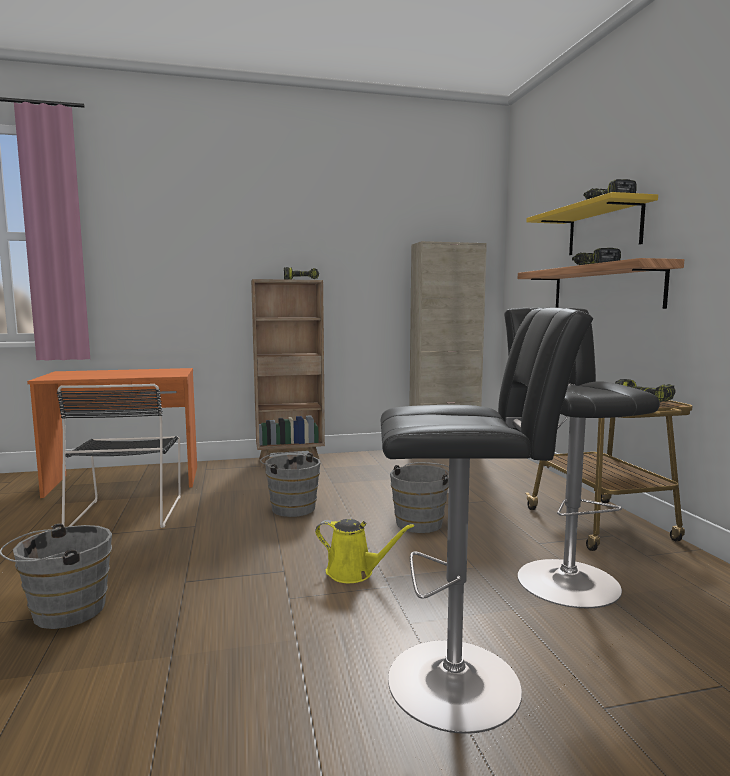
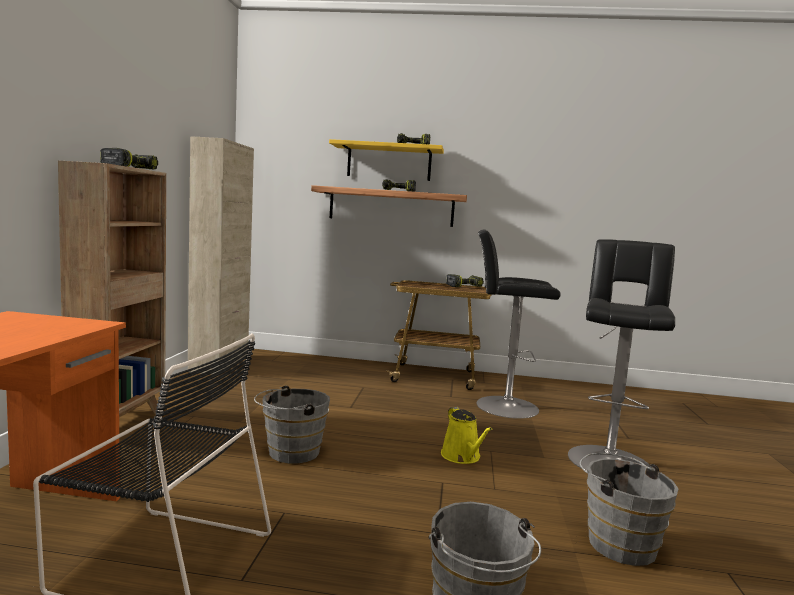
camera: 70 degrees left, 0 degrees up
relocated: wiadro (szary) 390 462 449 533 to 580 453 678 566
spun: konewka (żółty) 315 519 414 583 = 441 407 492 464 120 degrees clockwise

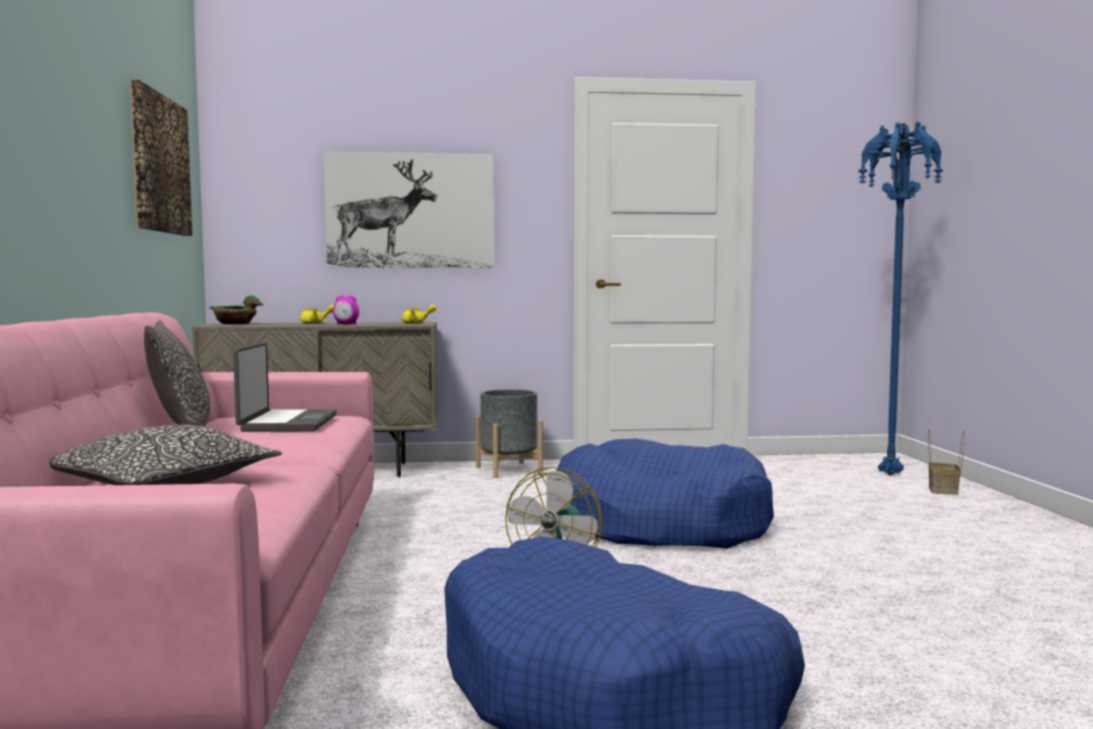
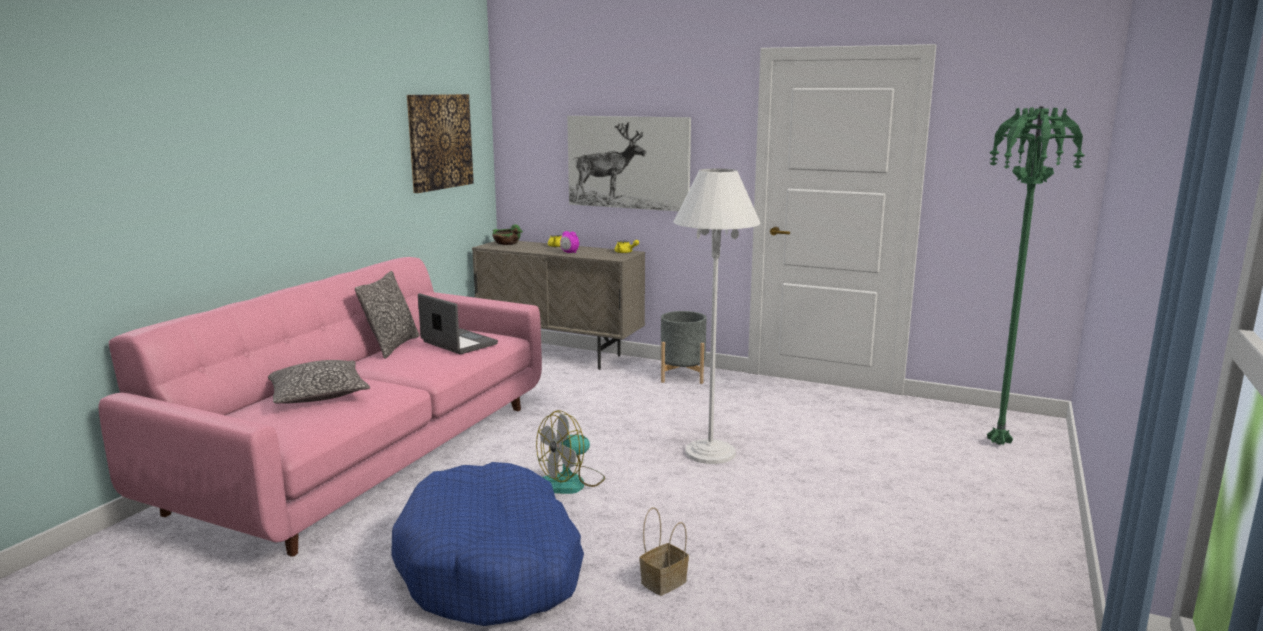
camera: 30 degrees right, 10 degrees up
relocated: koszyk 928 429 965 495 to 639 507 689 596
exchanged: legowisko (niebieski) 556 438 774 549 to lampa stojąca (biały) 673 169 760 464
colour: lampa stojąca (niebieski) 858 122 943 475 to lampa stojąca (zielony) 987 106 1085 445
spun: laptop 233 343 337 432 = 418 293 498 354 75 degrees counterclockwise

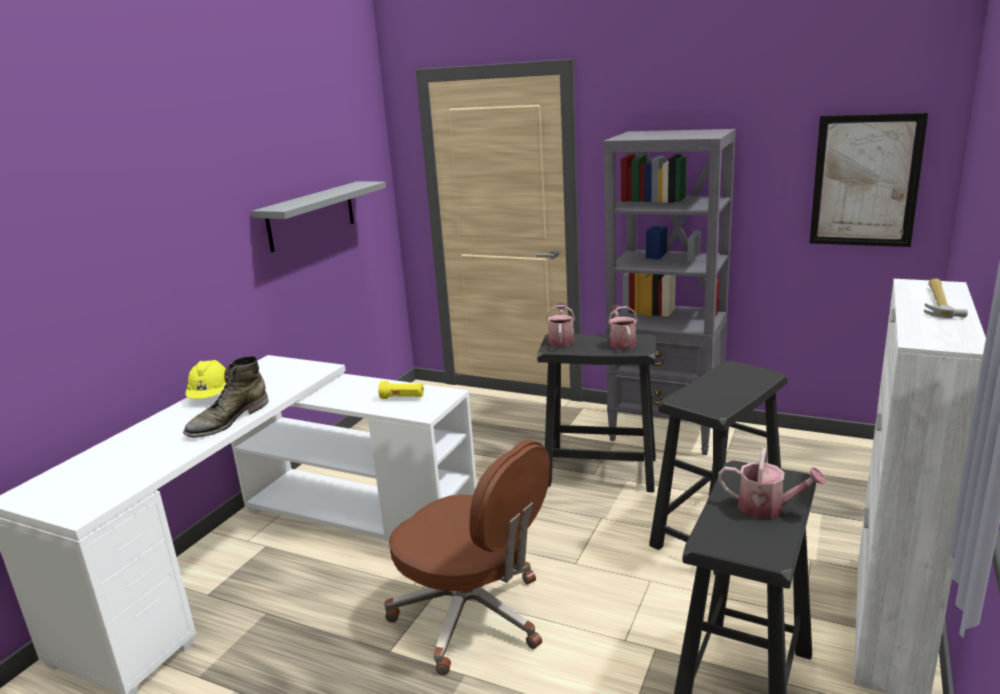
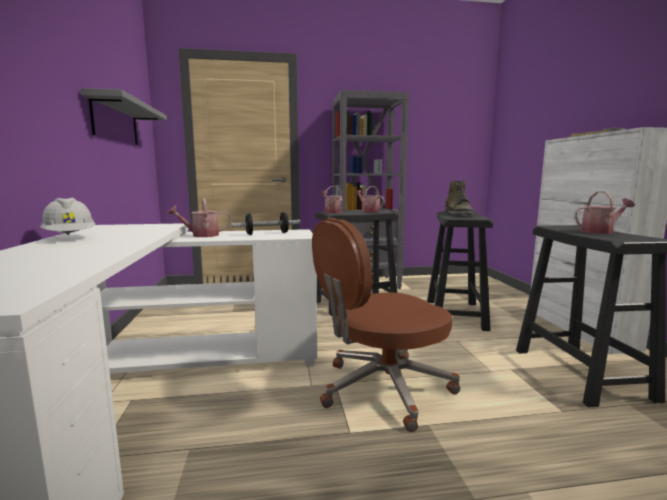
camera: 35 degrees left, 10 degrees down
missing: obraz 810 112 928 247
appeared: konewka 167 198 231 237
relocated: but z cholewką (zielony) 183 356 269 438 to 444 180 474 215
exchanged: latarka (żółty) 378 381 424 399 to hantel 231 212 300 235
colour: kask (żółty) 186 360 228 399 to kask (biały) 40 198 96 235
spun: krzesło biurowe (brązowy) 384 439 550 675 = 312 218 460 432 150 degrees clockwise

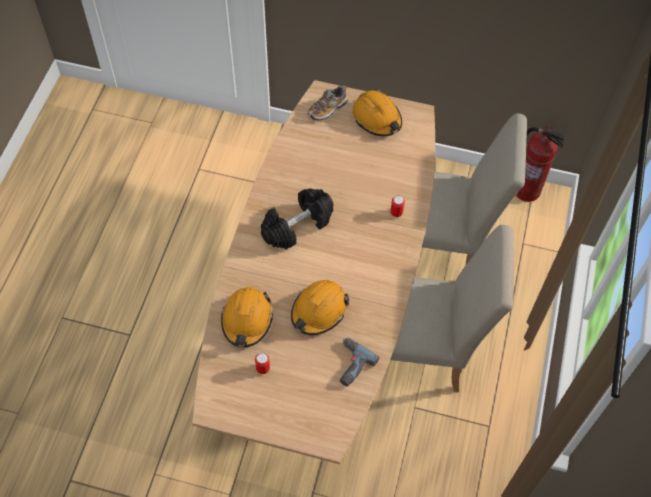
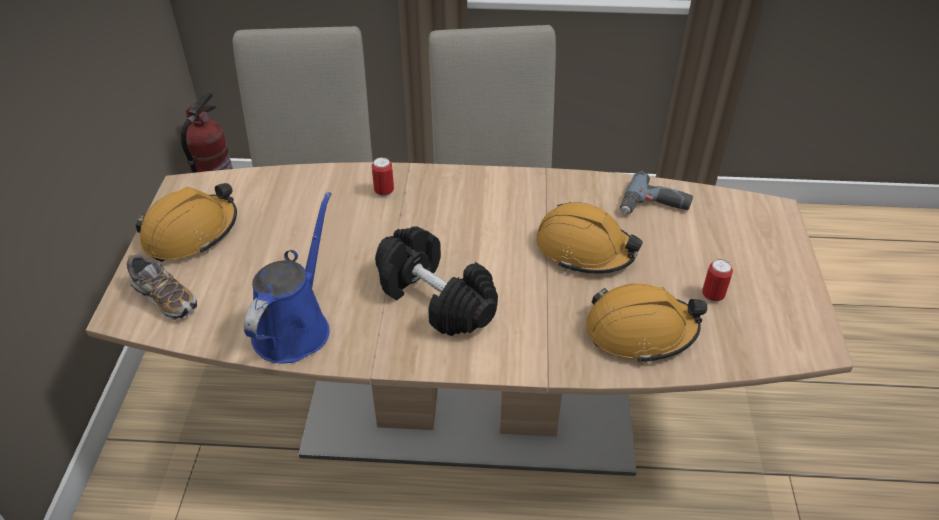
camera: 100 degrees left, 15 degrees down
appeared: konewka (niebieski) 244 192 331 364

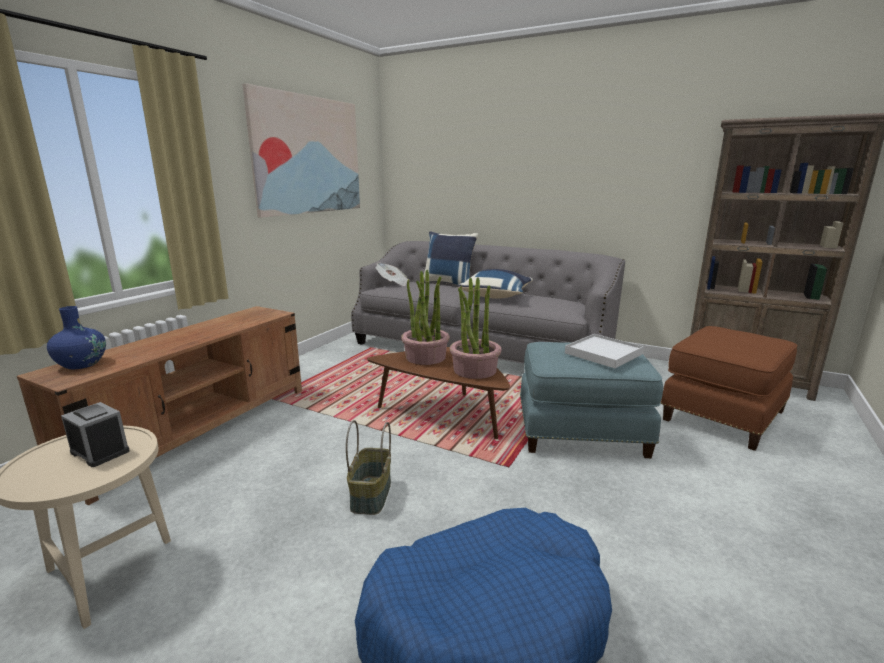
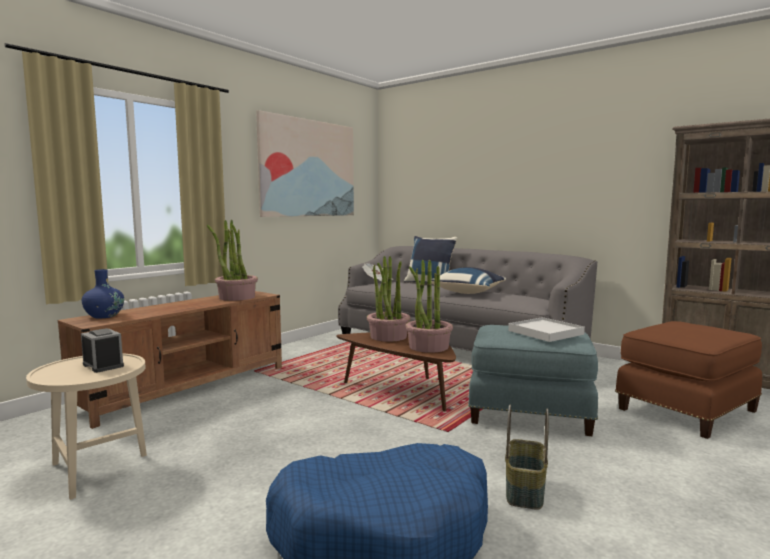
camera: 10 degrees right, 10 degrees down
appeared: roślina doniczkowa 207 220 258 301
relocated: koszyk 346 420 391 515 to 505 405 549 510

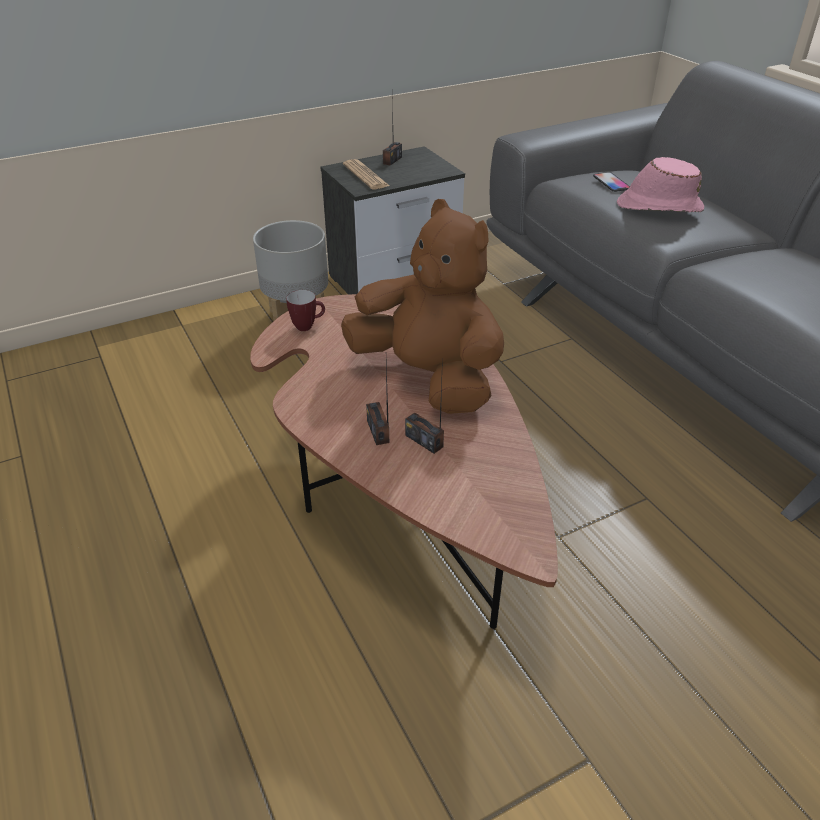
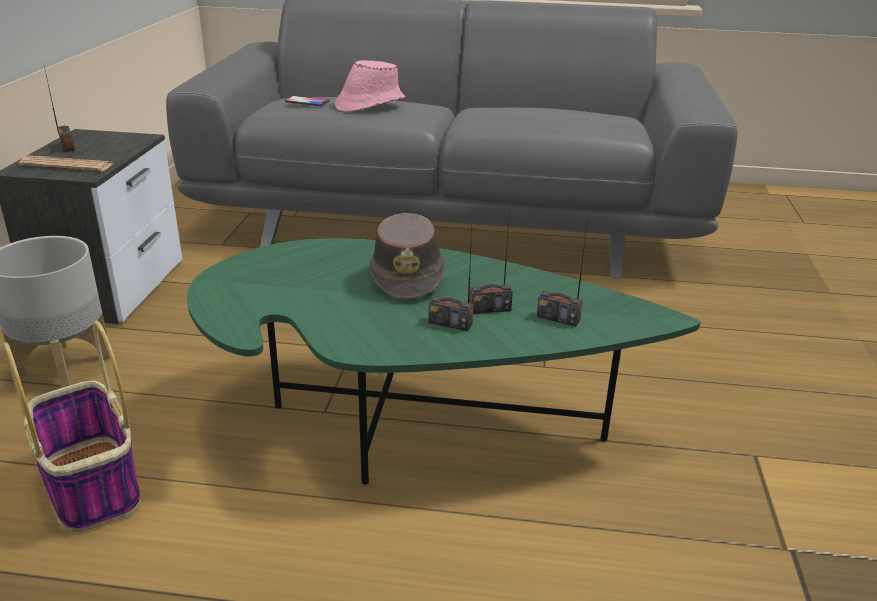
camera: 55 degrees left, 10 degrees down
missing: kubek 286 290 325 331
appeared: koszyk 4 321 141 532; radio 537 217 588 327
exchanged: pluszak (brązowy) 341 199 504 414 to kapelusz (brązowy) 369 213 445 300
colour: ława (brązowy) 250 294 558 629 to ława (zielony) 187 238 701 485

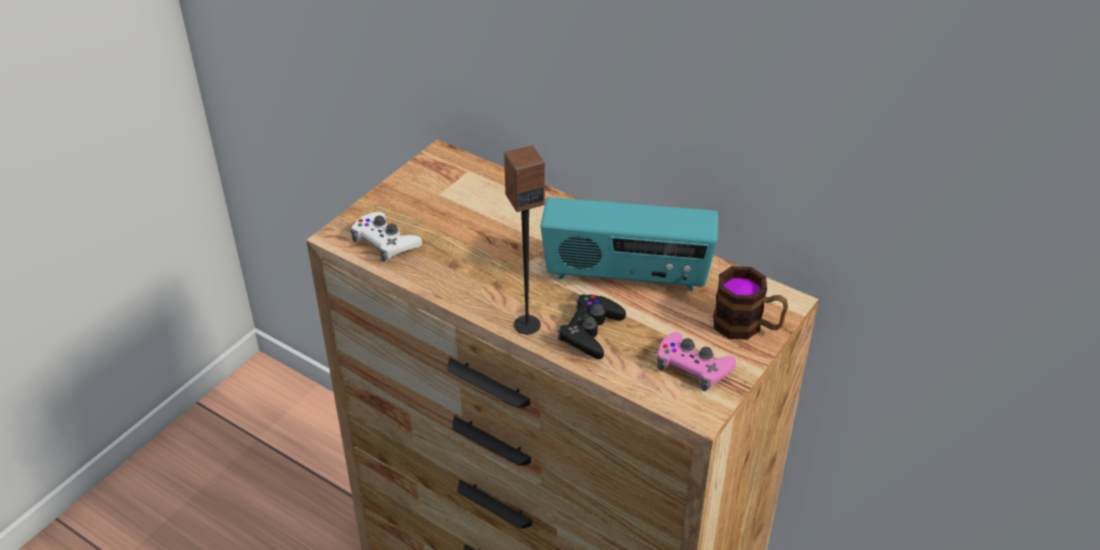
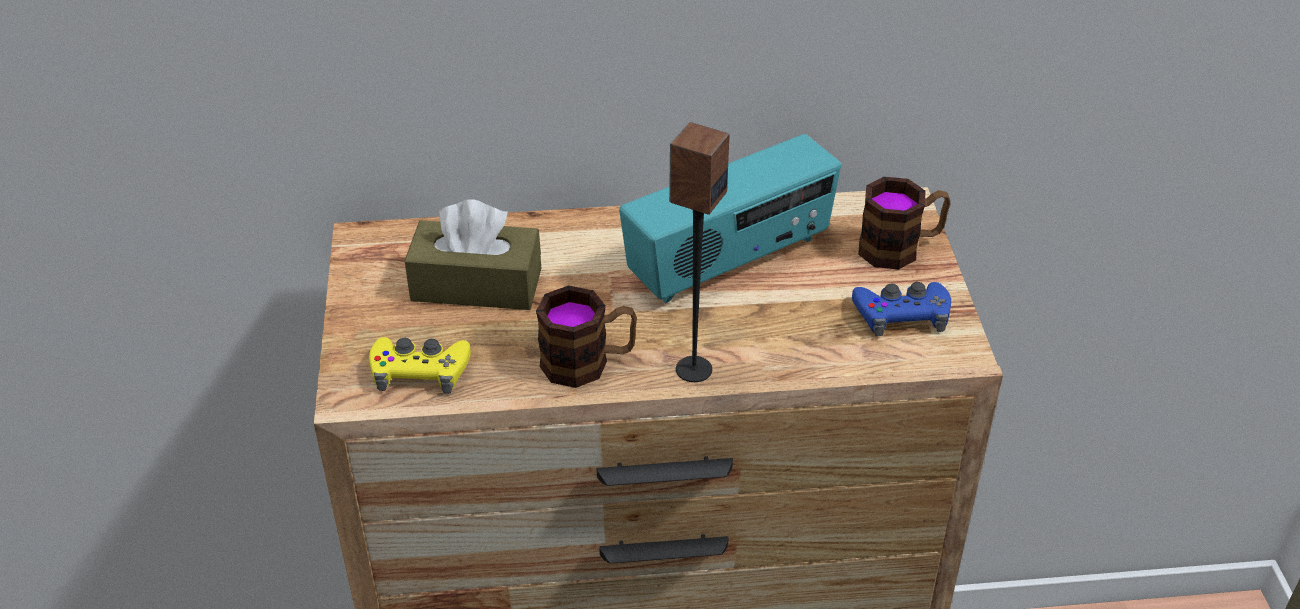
camera: 40 degrees left, 0 degrees up
missing: pad do gier (czarny) 557 294 626 359
appeared: pudełko chusteczek (brązowy) 405 199 541 310; kubek 536 286 637 388
colour: pad do gier (biały) 350 212 422 262 to pad do gier (żółty) 369 337 471 394; pad do gier (różowy) 657 332 736 391 to pad do gier (niebieski) 852 282 951 336

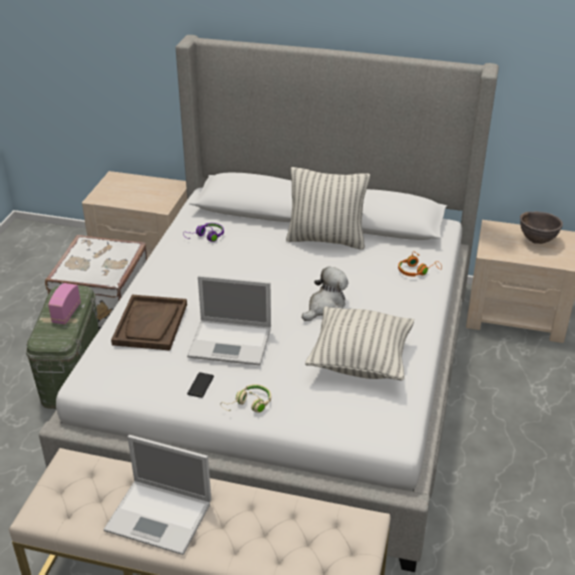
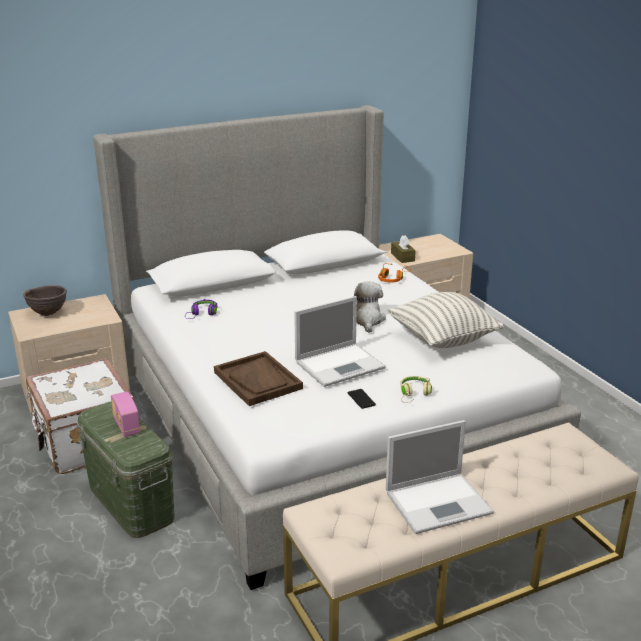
camera: 40 degrees left, 10 degrees down
missing: poduszka 286 167 370 249
appeared: pudełko chusteczek (brązowy) 391 235 416 263
relocated: miska (brązowy) 520 212 563 244 to 23 285 67 316

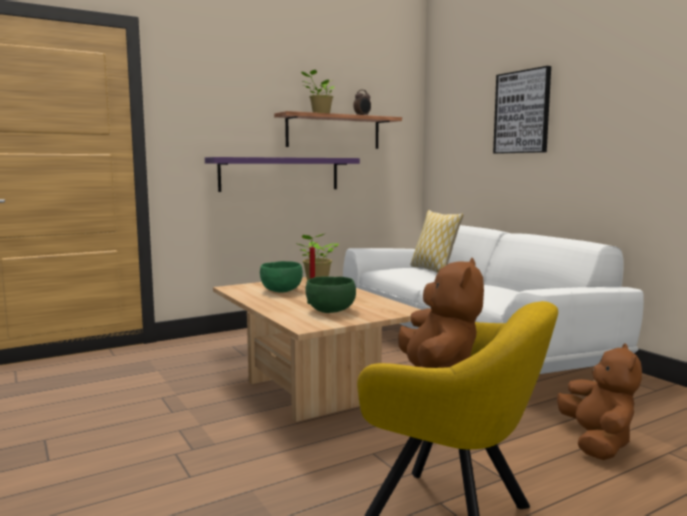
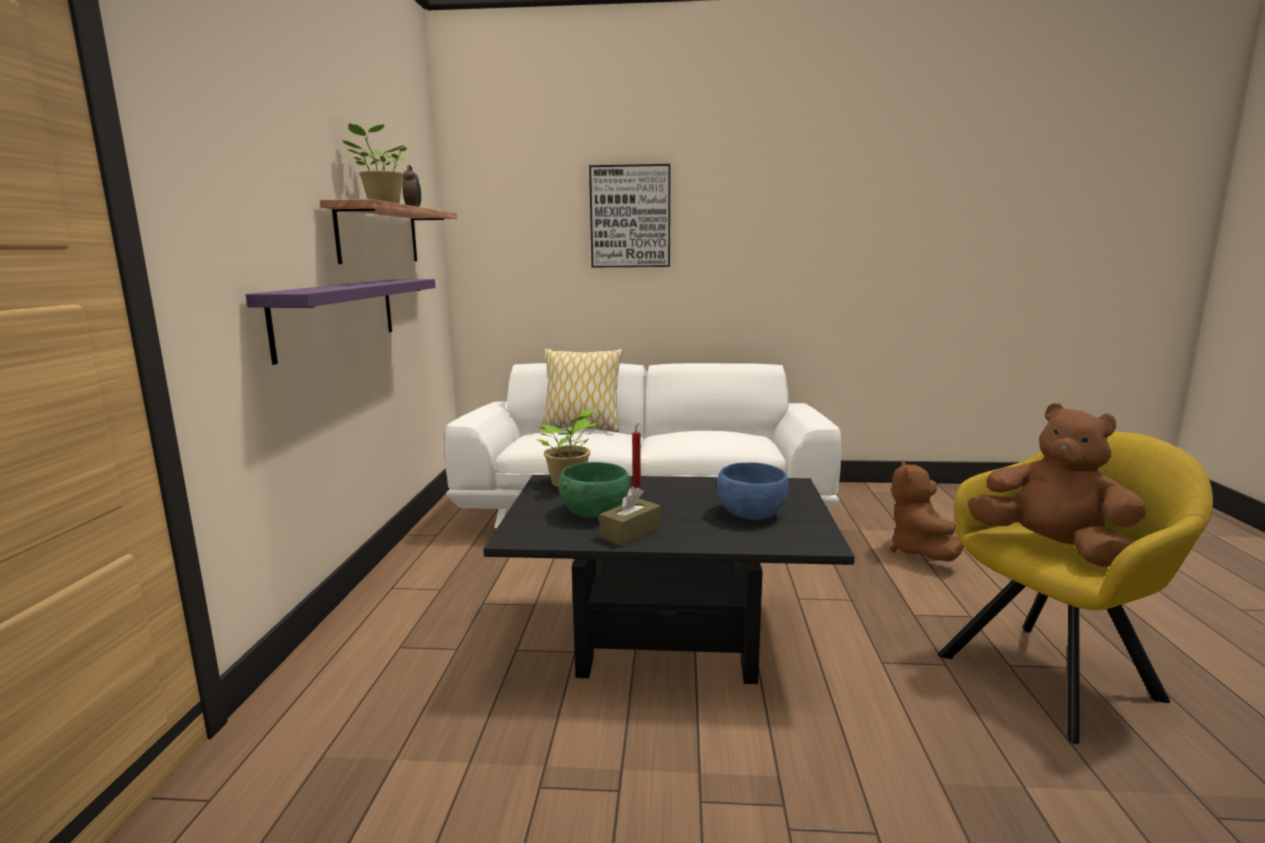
camera: 55 degrees left, 5 degrees up
appeared: pudełko chusteczek (brązowy) 599 487 661 546
colour: ława (beżowy) 213 277 421 422 to ława (czarny) 483 475 855 684; miska (zielony) 305 276 356 313 to miska (niebieski) 715 462 789 520
spun: pluszak (brązowy) 557 343 642 460 = 891 460 964 561 120 degrees counterclockwise

